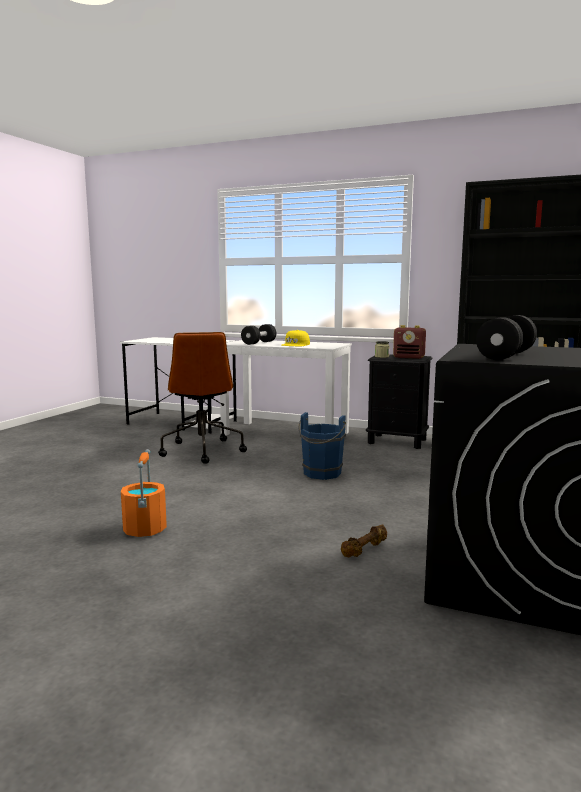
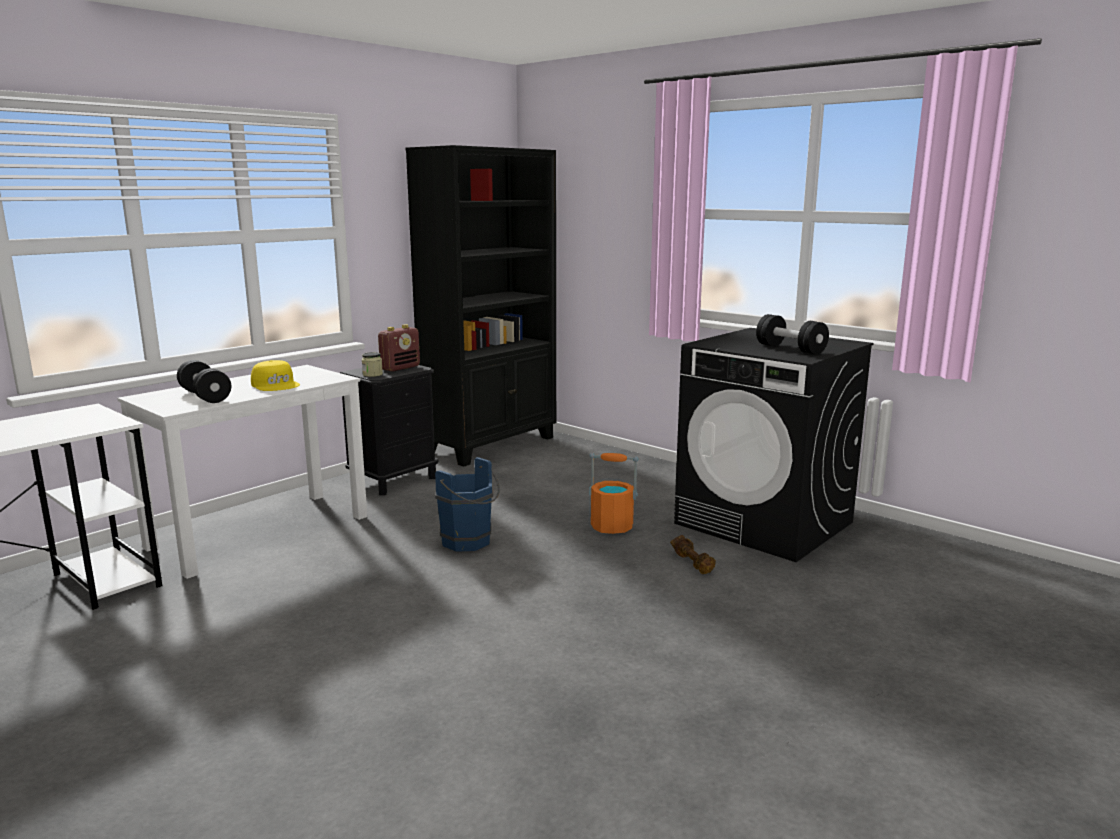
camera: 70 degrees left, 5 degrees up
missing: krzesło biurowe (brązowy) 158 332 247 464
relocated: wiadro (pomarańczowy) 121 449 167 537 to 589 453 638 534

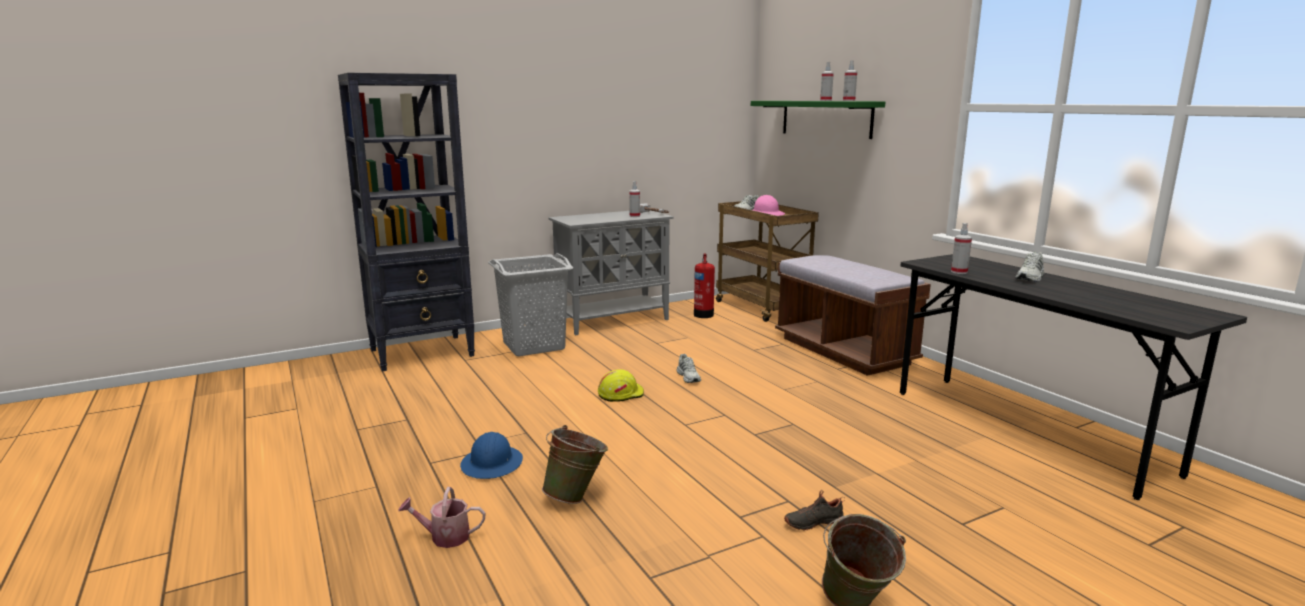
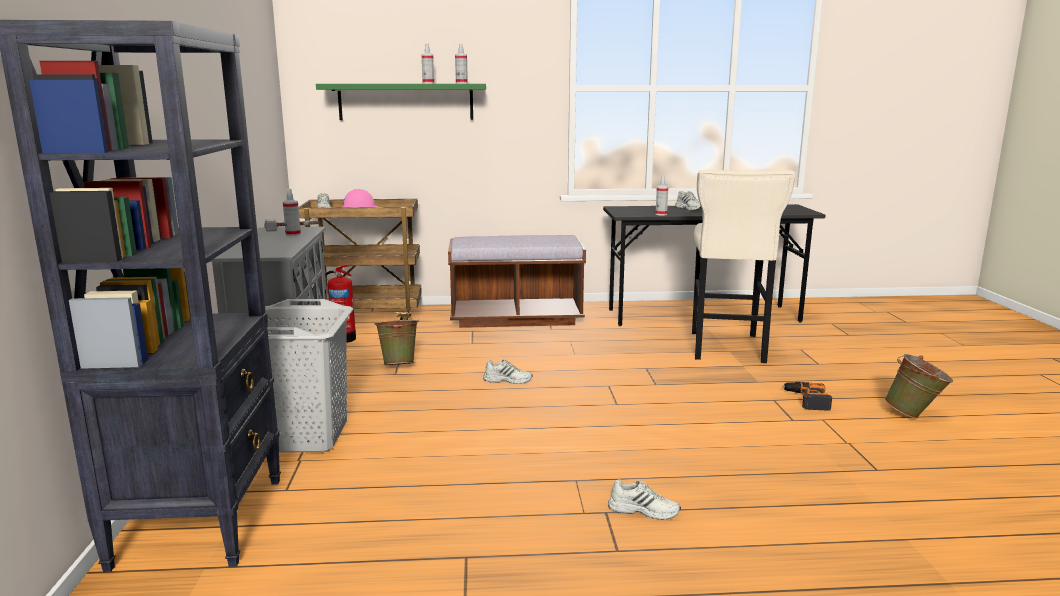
camera: 65 degrees left, 0 degrees up
missing: konewka 398 487 485 548; kask (żółty) 598 369 644 402
appeared: stołek (beżowy) 692 170 796 363
relocated: wiadro (zielony) 542 425 608 504 to 374 318 419 365
exchanged: kask (niebieski) 460 432 523 479 to but (biały) 608 479 681 520; but (czarny) 784 490 845 530 to wiertarka 782 382 832 411

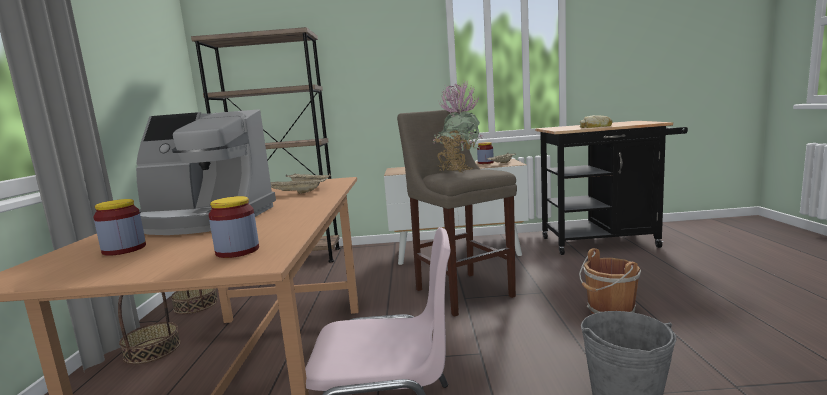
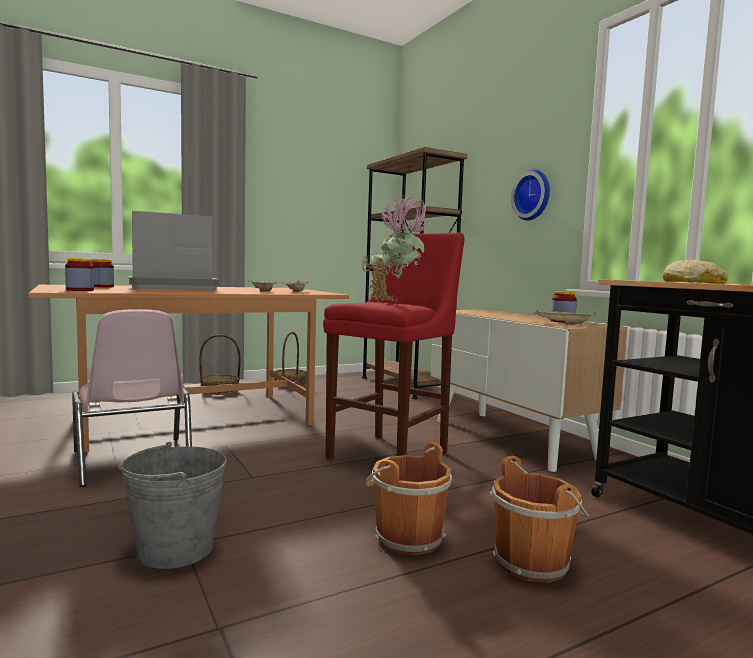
camera: 60 degrees right, 5 degrees down
appeared: wiadro (brązowy) 489 456 589 583; zegar ścienny 511 169 550 220
colour: stołek (beżowy) 397 110 517 317 to stołek (czerwony) 323 233 464 460
spun: ekspres do kawy 136 109 276 235 = 129 211 219 290 90 degrees clockwise

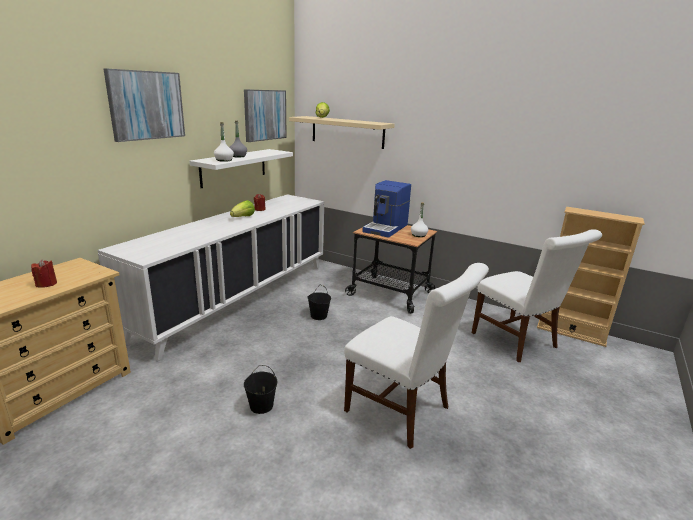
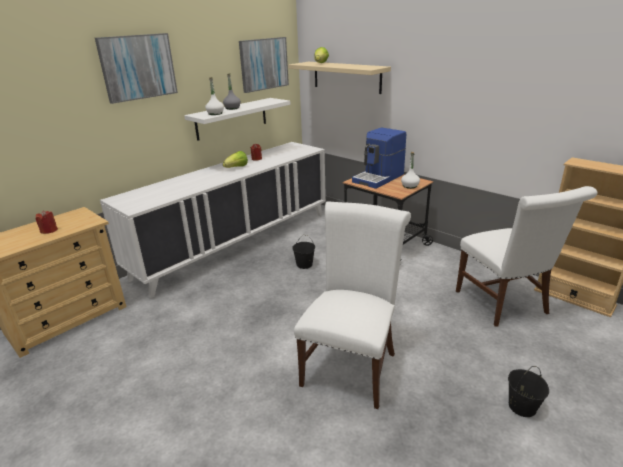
camera: 15 degrees right, 5 degrees up
relocated: wiadro (czarny) 244 365 277 414 to 508 366 549 417
spun: krzesło (biały) 344 263 489 449 = 294 201 411 409 120 degrees counterclockwise

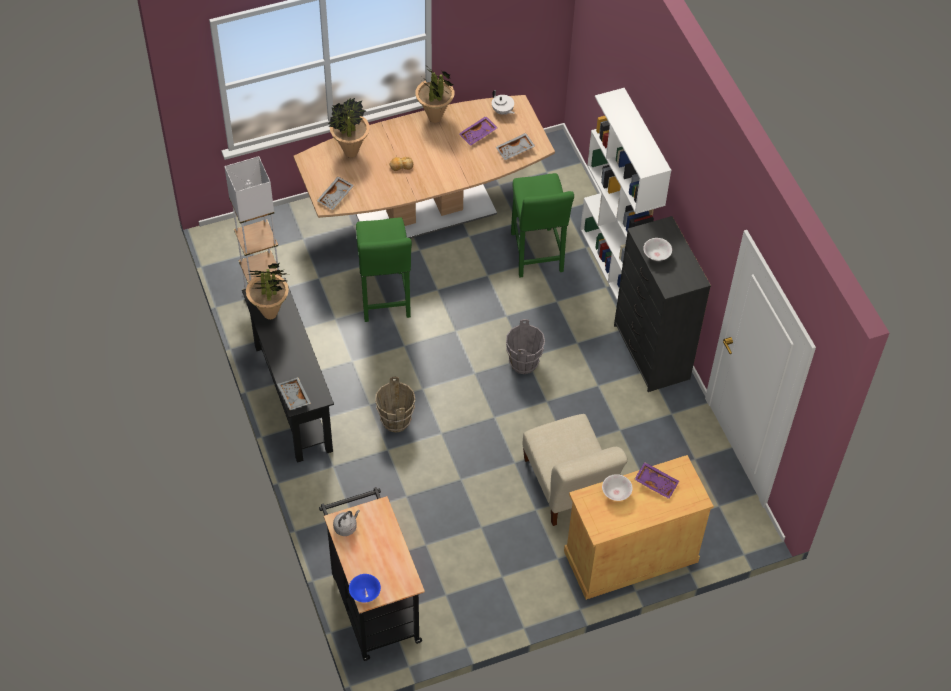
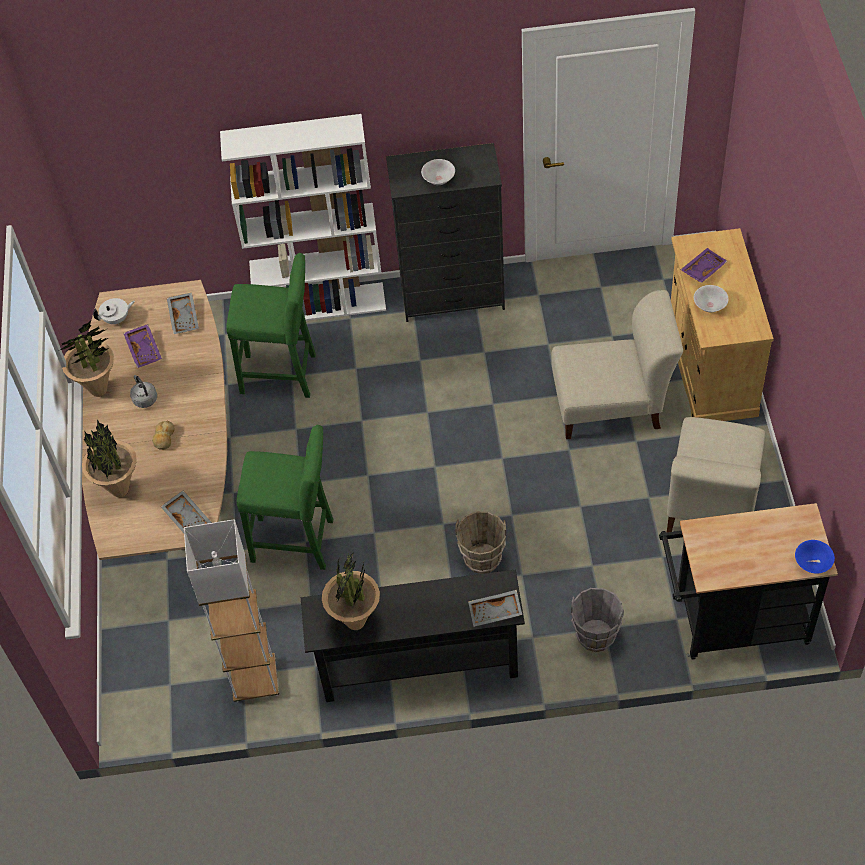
camera: 70 degrees left, 0 degrees up
appeared: krzesło (beżowy) 667 417 765 532
relocated: czajnik (szary) 333 510 360 536 to 130 375 157 408; wiadro (szary) 506 319 545 374 to 571 588 624 652

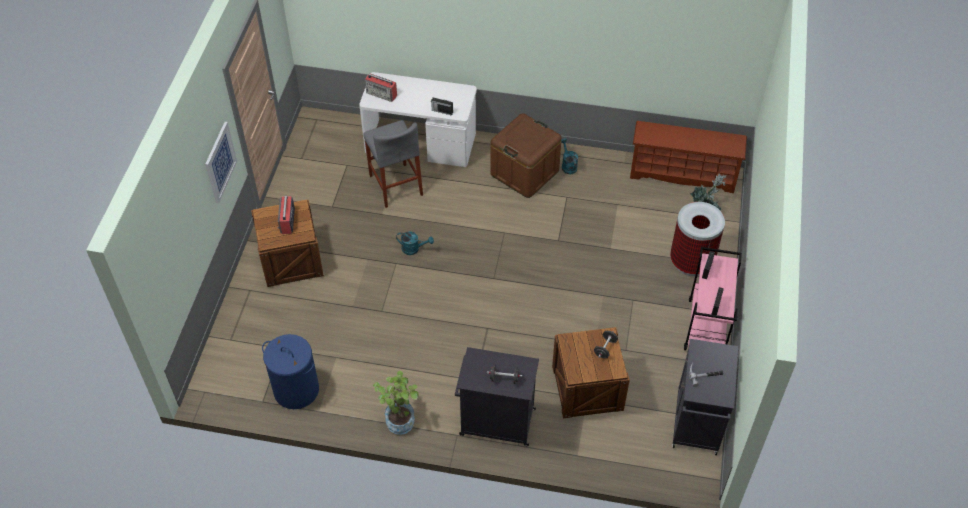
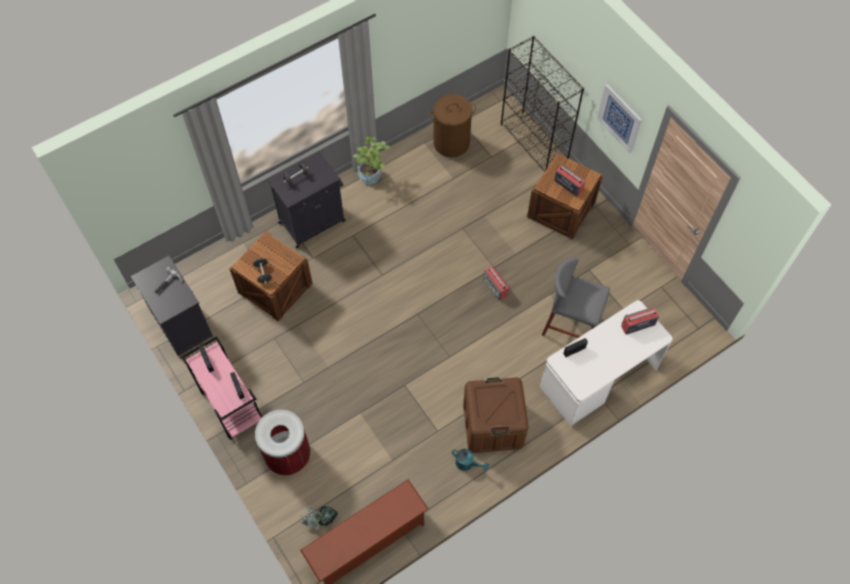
camera: 135 degrees right, 10 degrees up
appeared: regał (czarny) 501 36 584 172
exchanged: konewka (turkusowy) 396 231 434 255 to radio 483 266 509 301
colour: kosz na pranie (niebieski) 262 334 319 409 to kosz na pranie (brązowy) 429 94 476 157

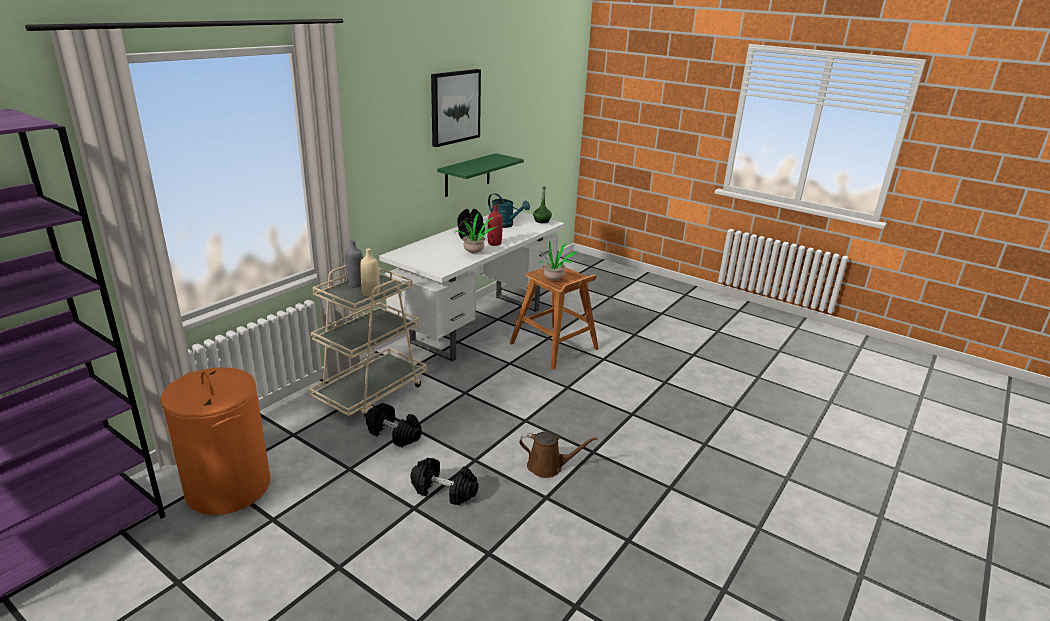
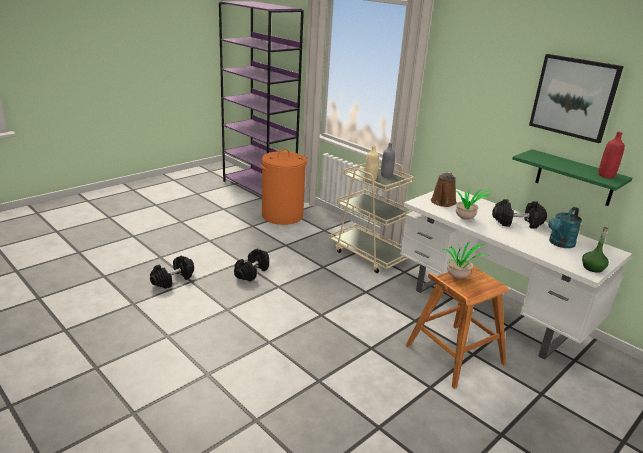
camera: 100 degrees right, 0 degrees up
relocated: hantel (czarny) 366 403 422 447 to 150 255 194 289; butelka (czerwony) 488 205 502 246 to 598 132 625 178; konewka (brązowy) 519 431 598 478 to 431 172 457 207

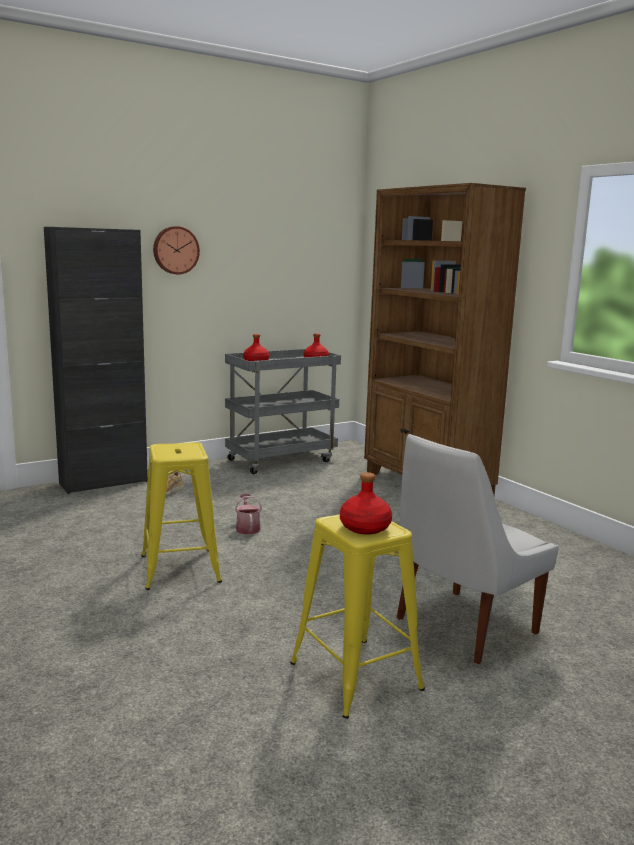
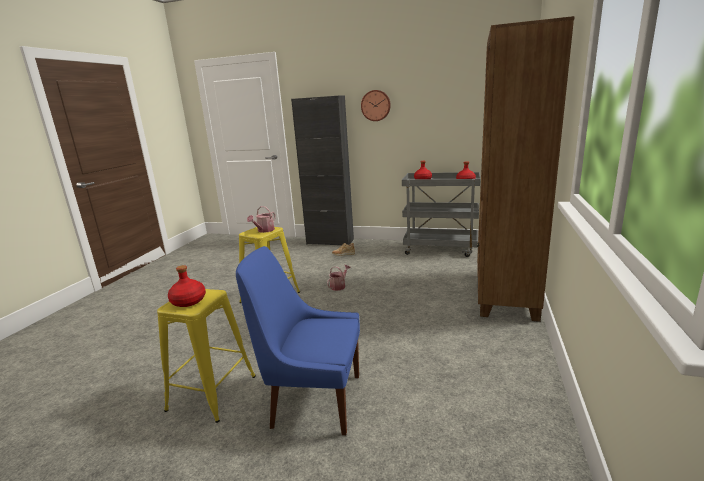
camera: 50 degrees right, 5 degrees up
appeared: konewka 247 206 276 233
colour: krzesło (biały) 397 434 559 664 to krzesło (niebieski) 236 246 360 435

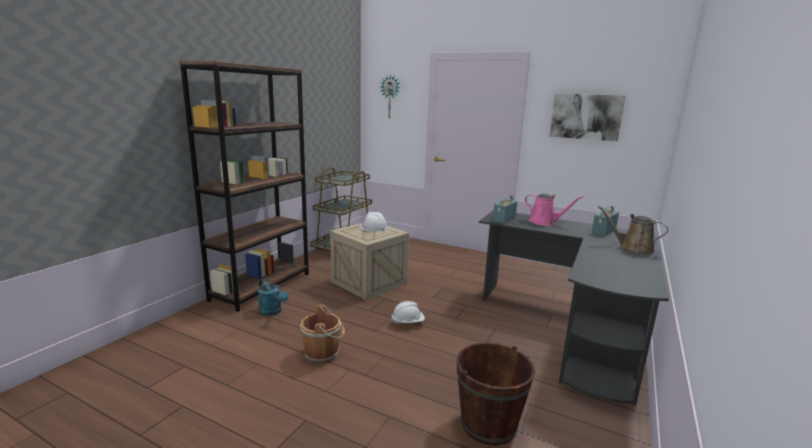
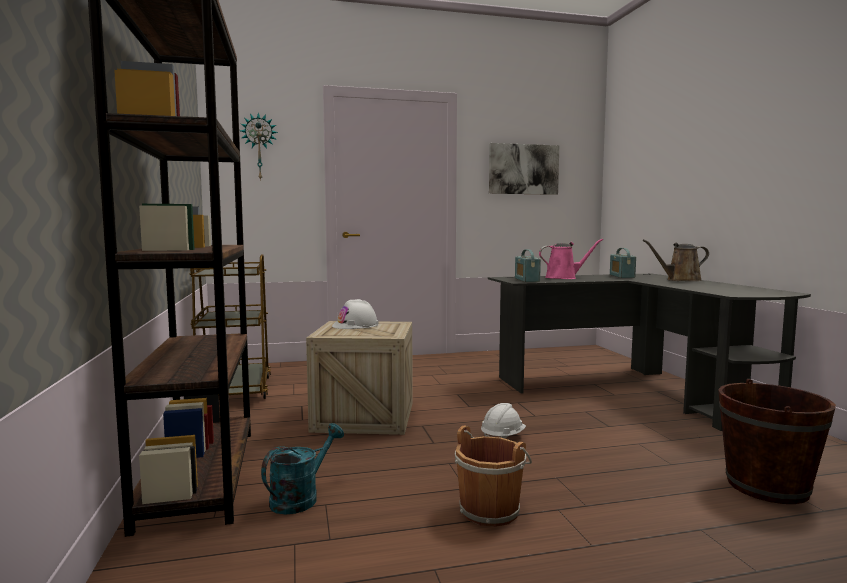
camera: 40 degrees left, 10 degrees down
spun: konewka (turkusowy) 258 279 289 316 = 261 423 344 514 60 degrees counterclockwise

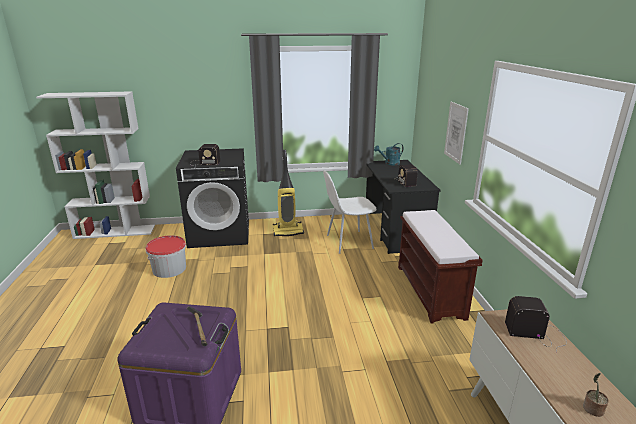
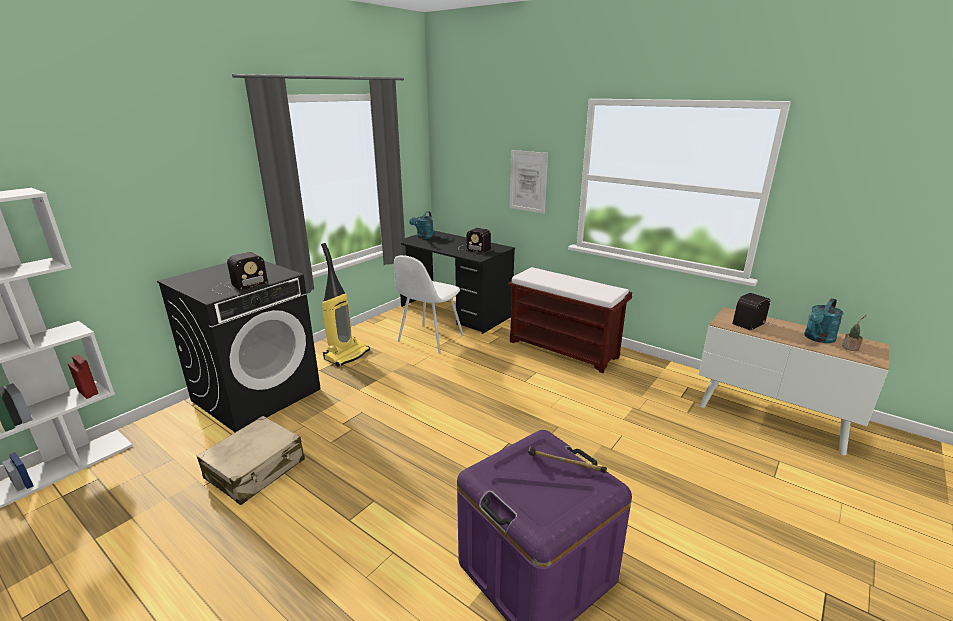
camera: 45 degrees left, 0 degrees up
appeared: konewka (turkusowy) 804 298 844 343
exchanged: wiadro 146 235 186 278 to walizka (beżowy) 197 416 305 505

